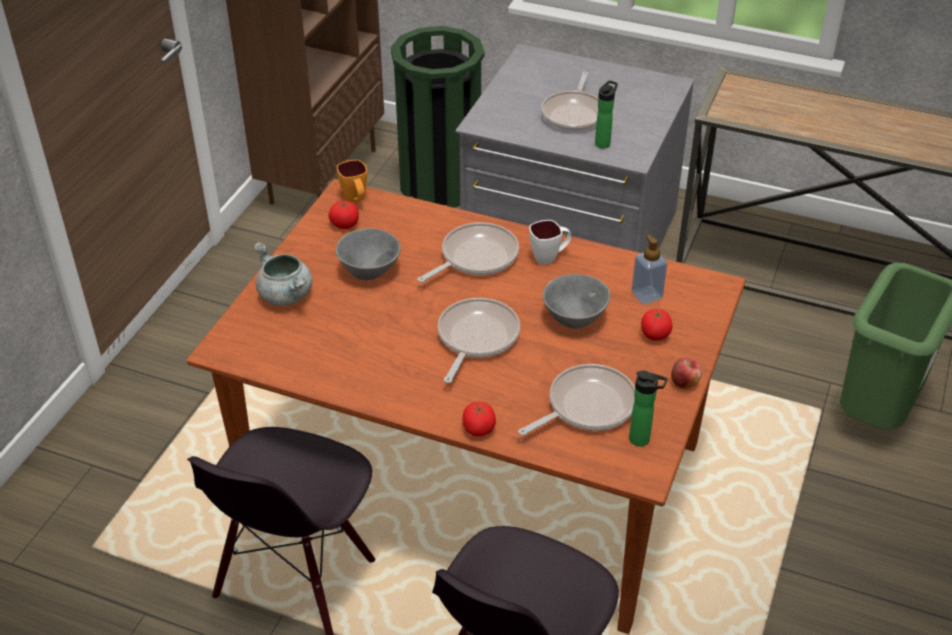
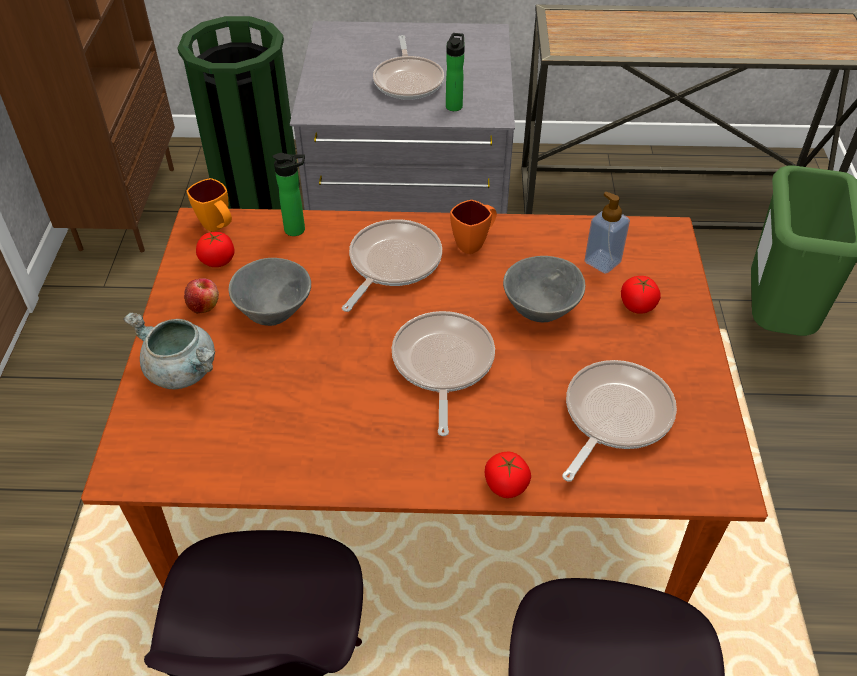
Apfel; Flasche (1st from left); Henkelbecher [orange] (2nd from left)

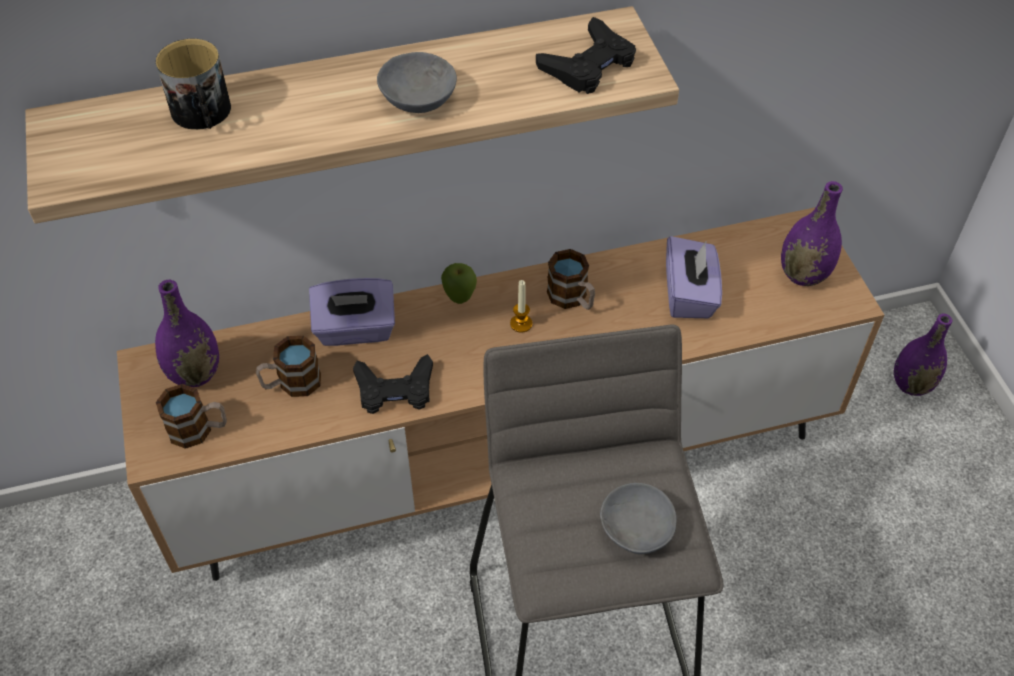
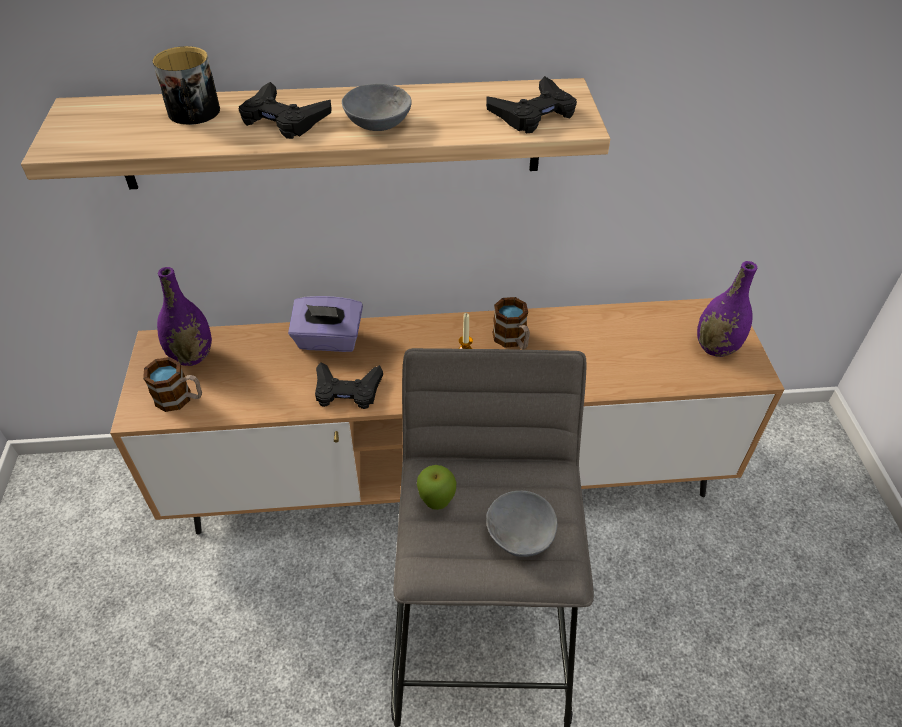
Gamepad [schwarz] (1st from left); Apfel; Henkelbecher (3rd from left in the first image); Taschentuchbox [lila] (2nd from left in the first image); Vase [lila] (3rd from left in the first image)

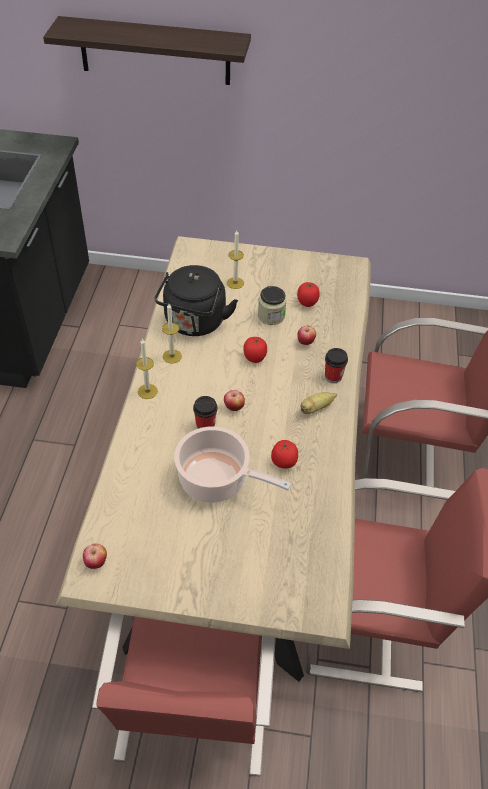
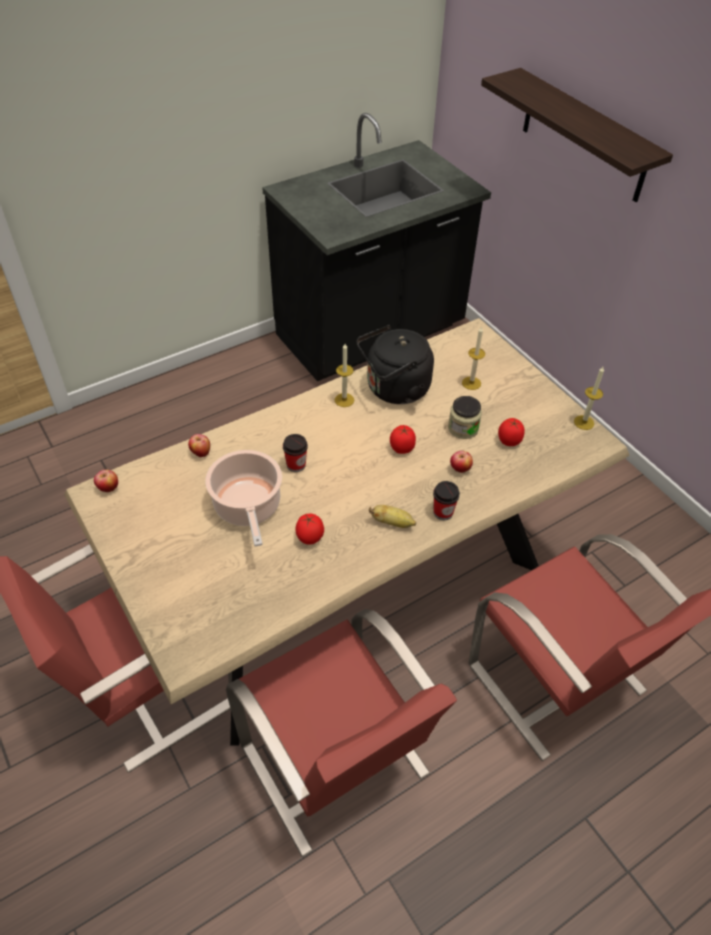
Apfel (2nd from left); Kerze (3rd from left)

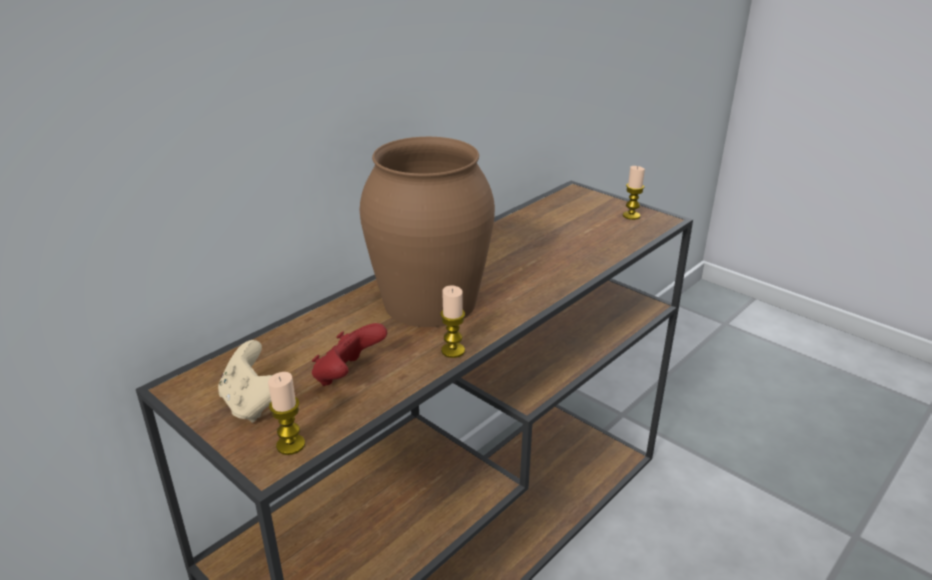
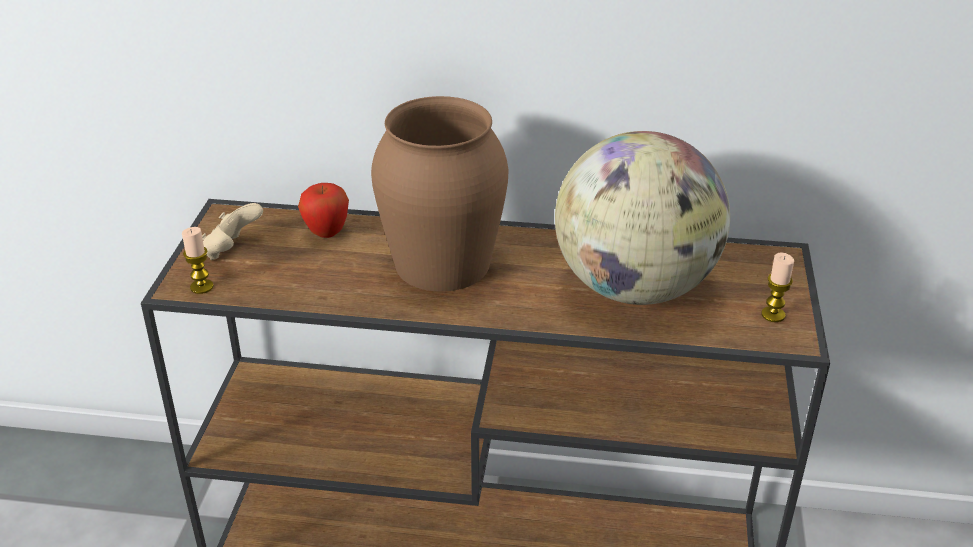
Apfel; Globus; Gamepad [rot]; Kerze (2nd from left in the first image)

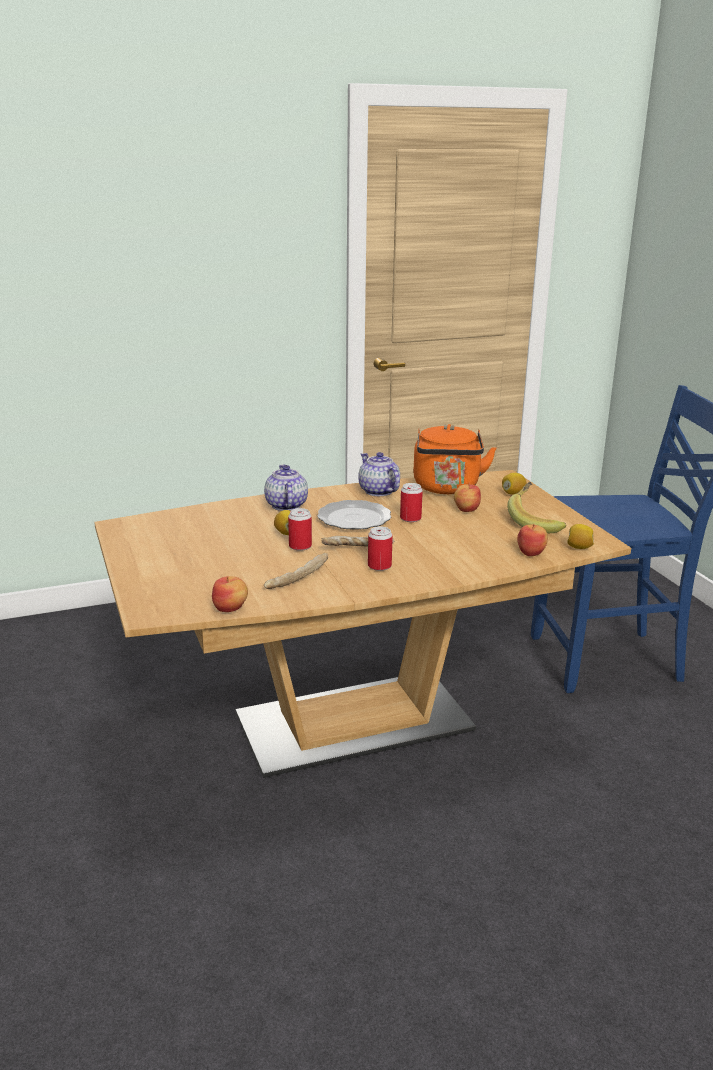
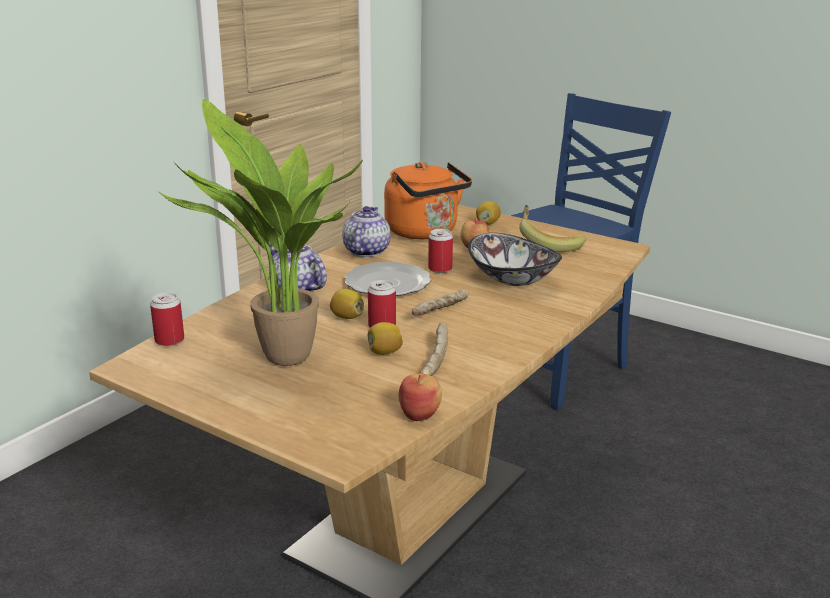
Dose (1st from left); Topfpflanze; Teekanne (2nd from left); Zitrone (2nd from left); Schüssel; Apfel (3rd from left in the first image)

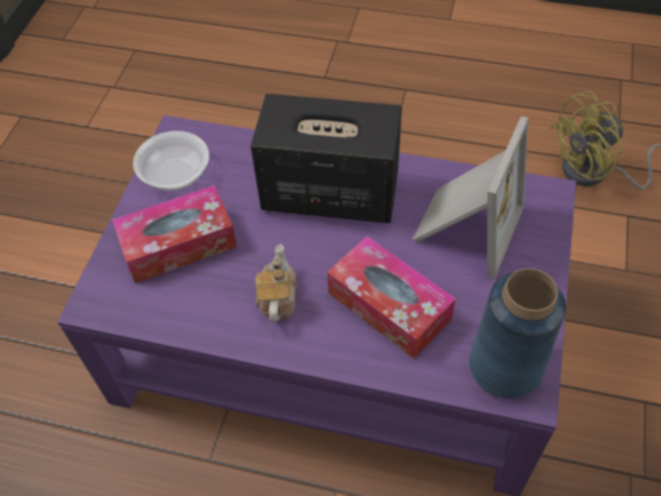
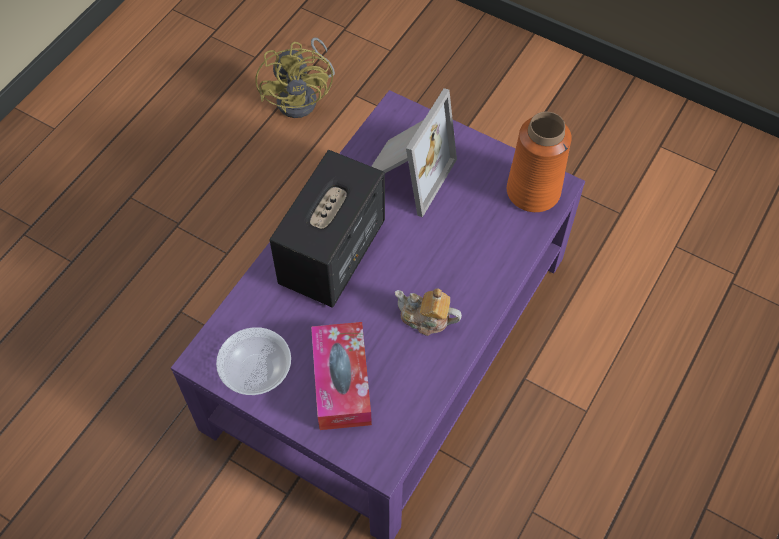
Bilderrahmen; Vase [orange]; Taschentuchbox (2nd from left in the first image)

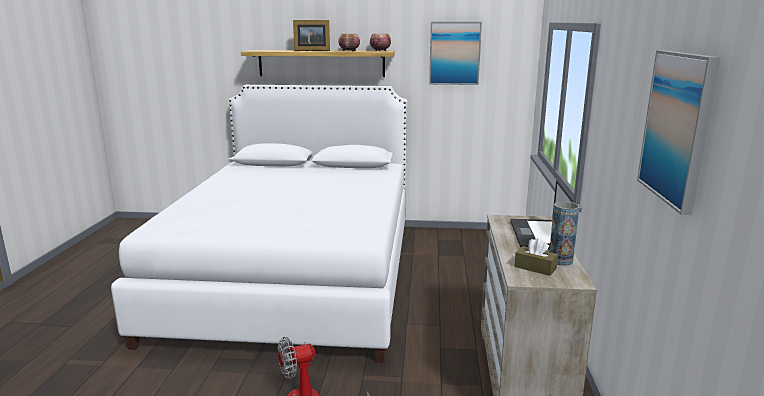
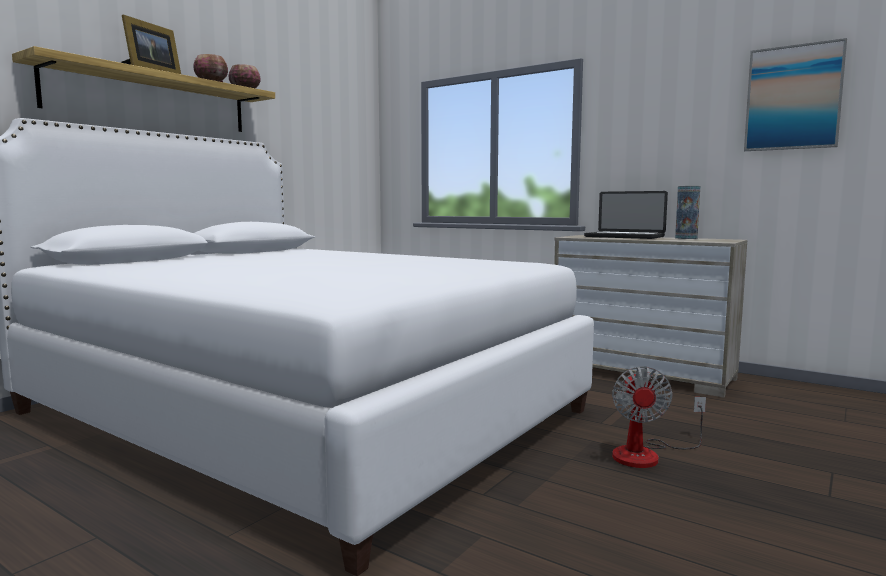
Bild (1st from left in the first image); Taschentuchbox [braun]

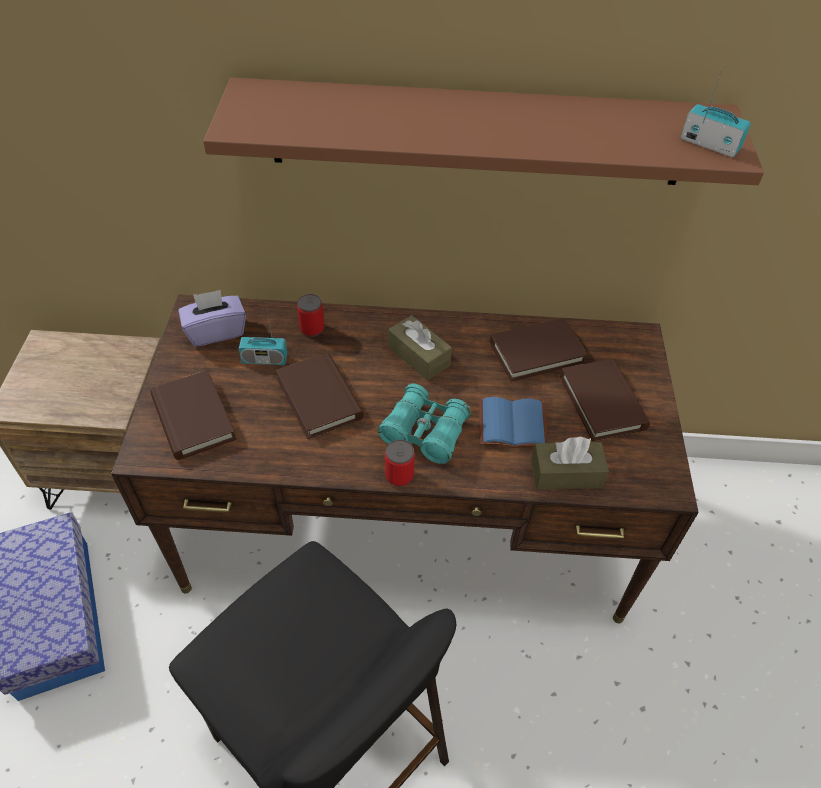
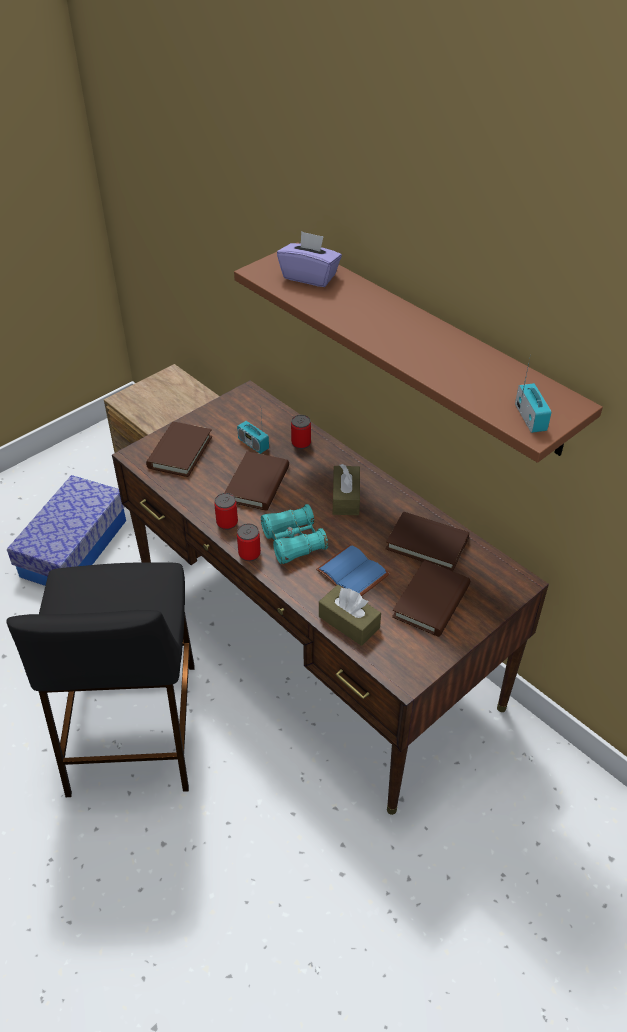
Dose (1st from left); Taschentuchbox [lila]

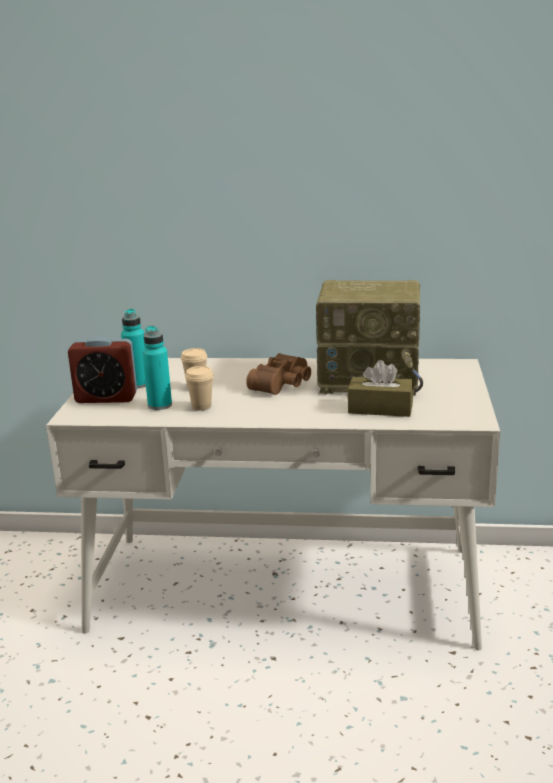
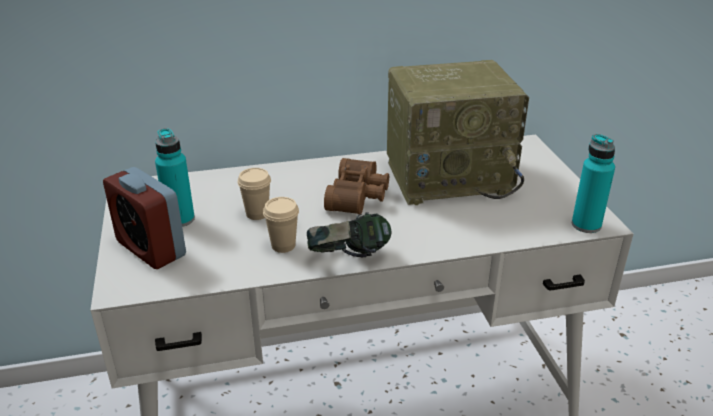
Wecker; Kopfhörer; Flasche [türkis] (2nd from left); Taschentuchbox [braun]

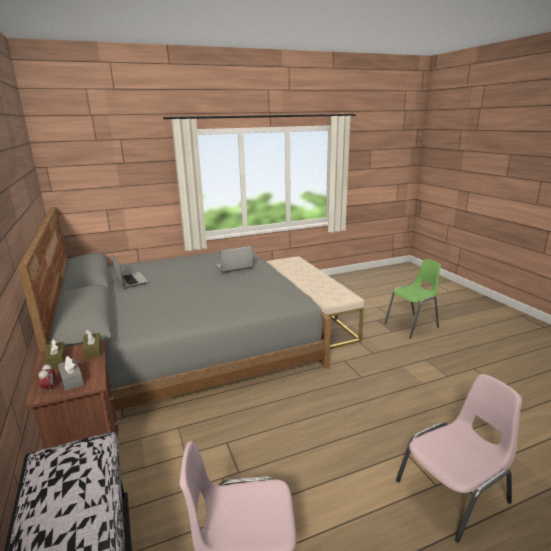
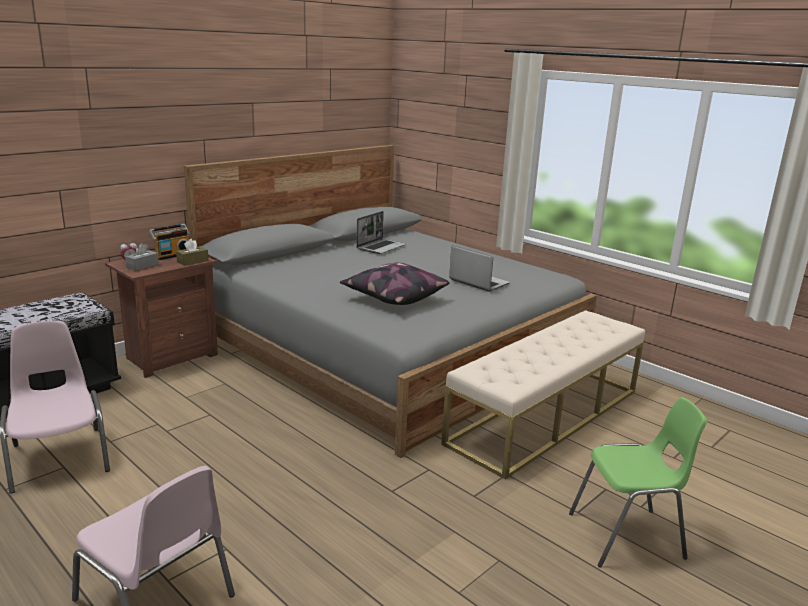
Radio; Kissen; Stuhl [grün]

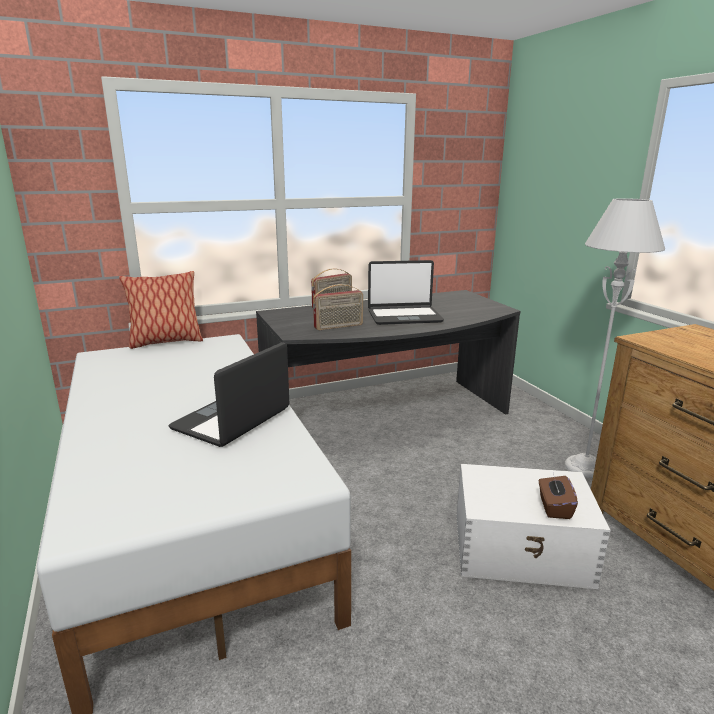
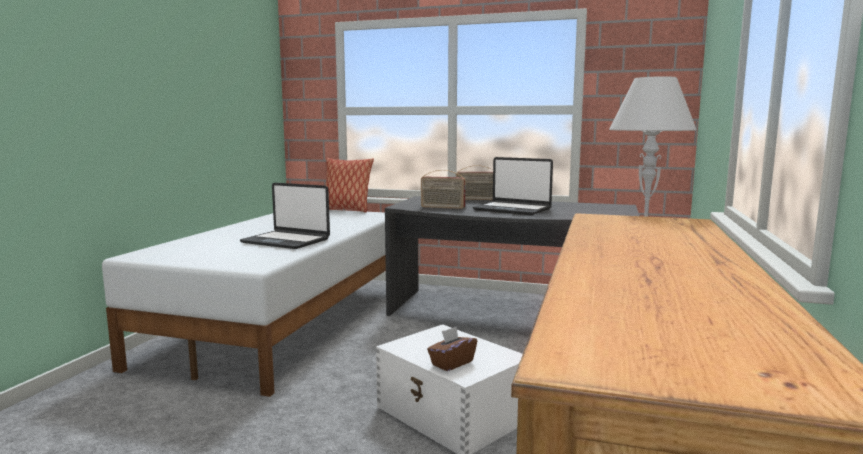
Laptop (1st from left)

